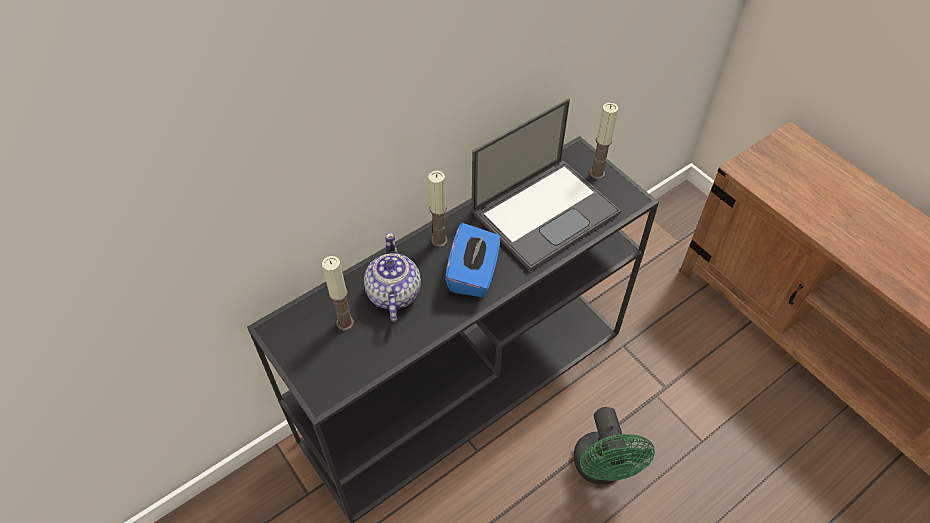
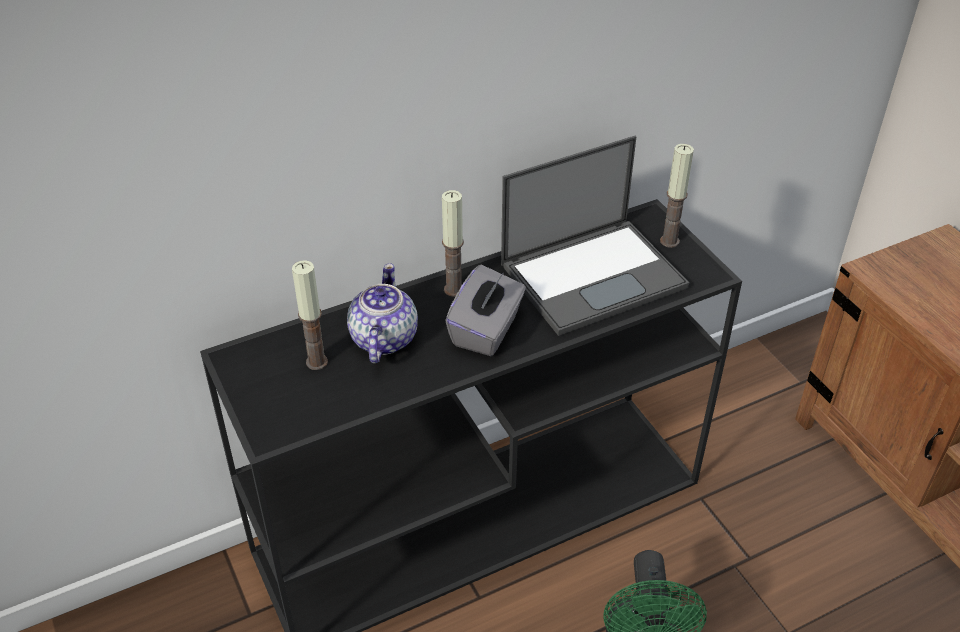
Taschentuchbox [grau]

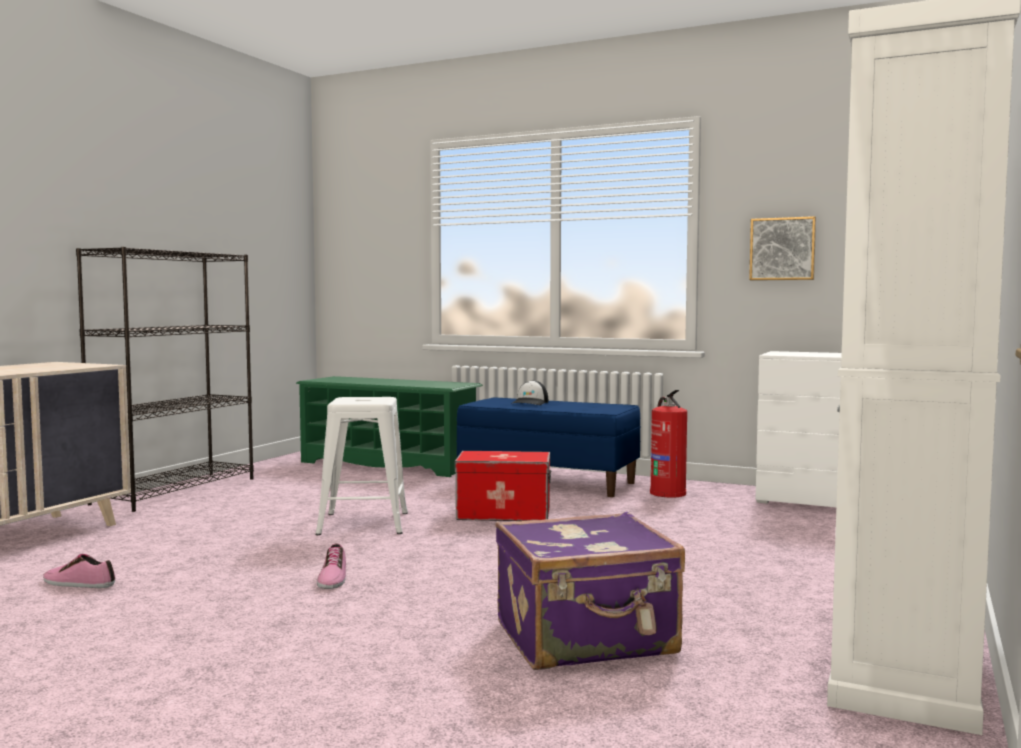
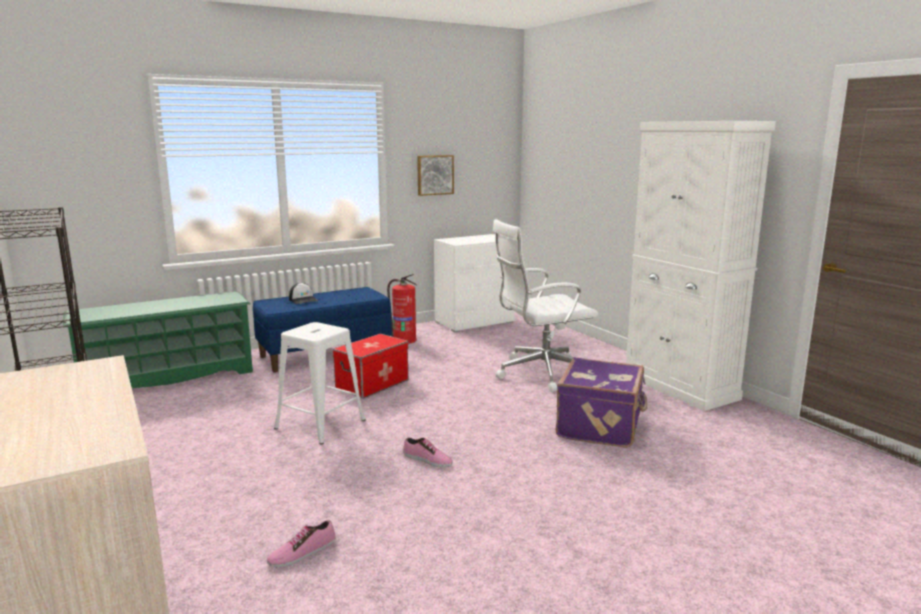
Bürostuhl [weiß]

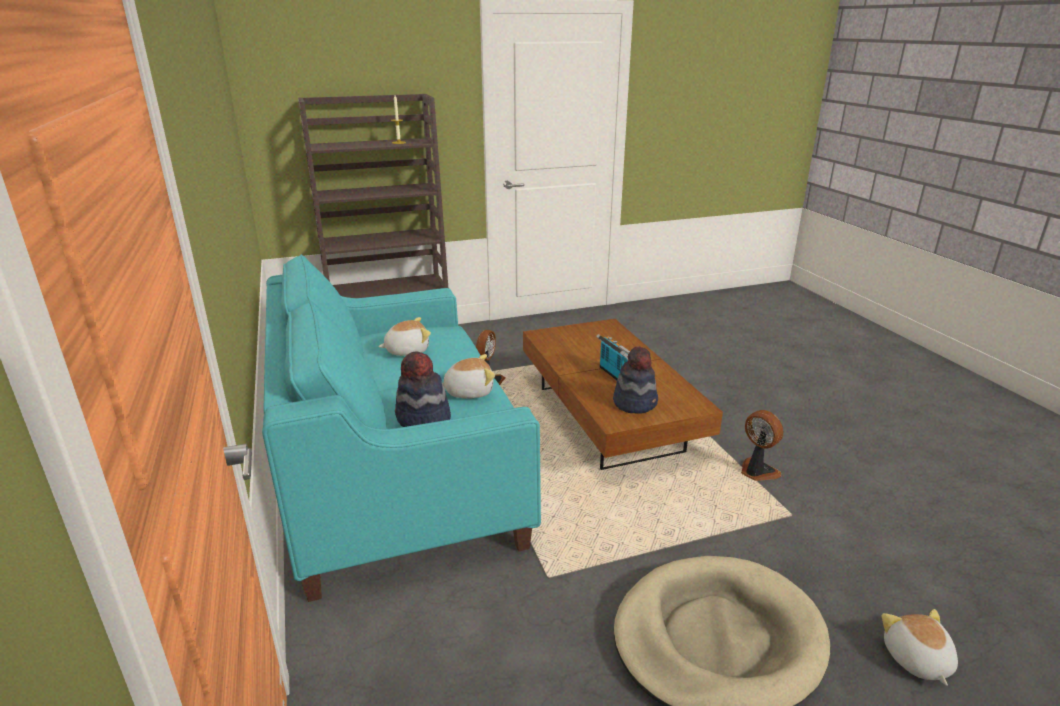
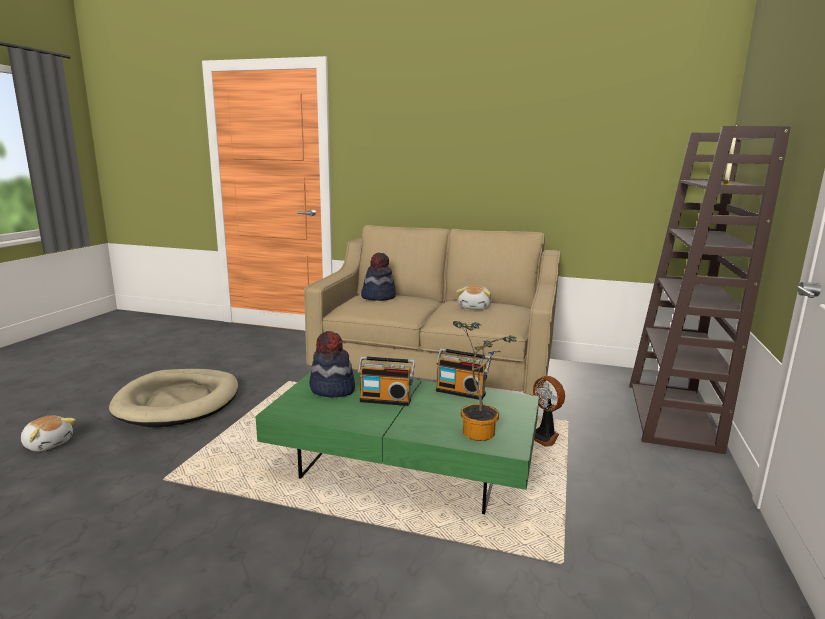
Couchtisch [grün]; Sofa [beige]; Radio (2nd from left); Topfpflanze; Plüschtier (2nd from left in the first image); Ventilator (2nd from left in the first image)

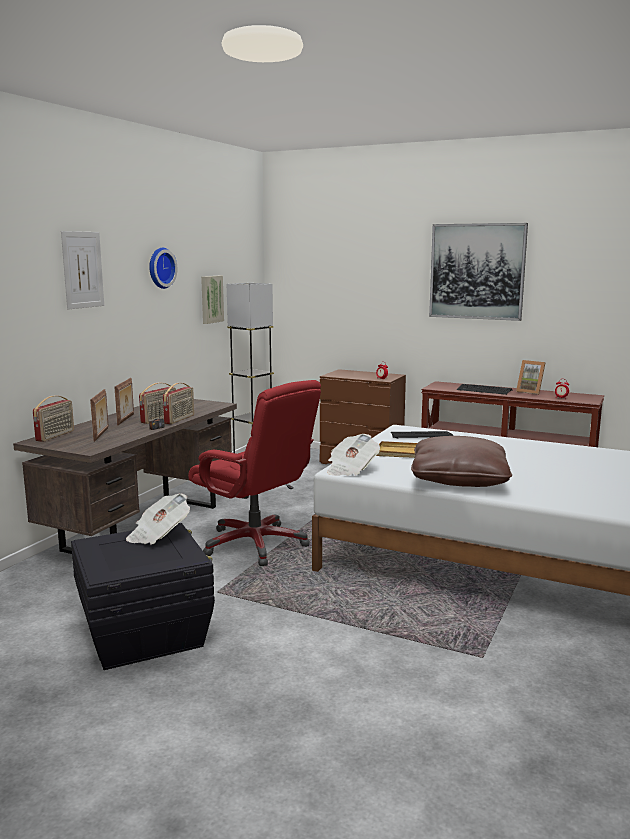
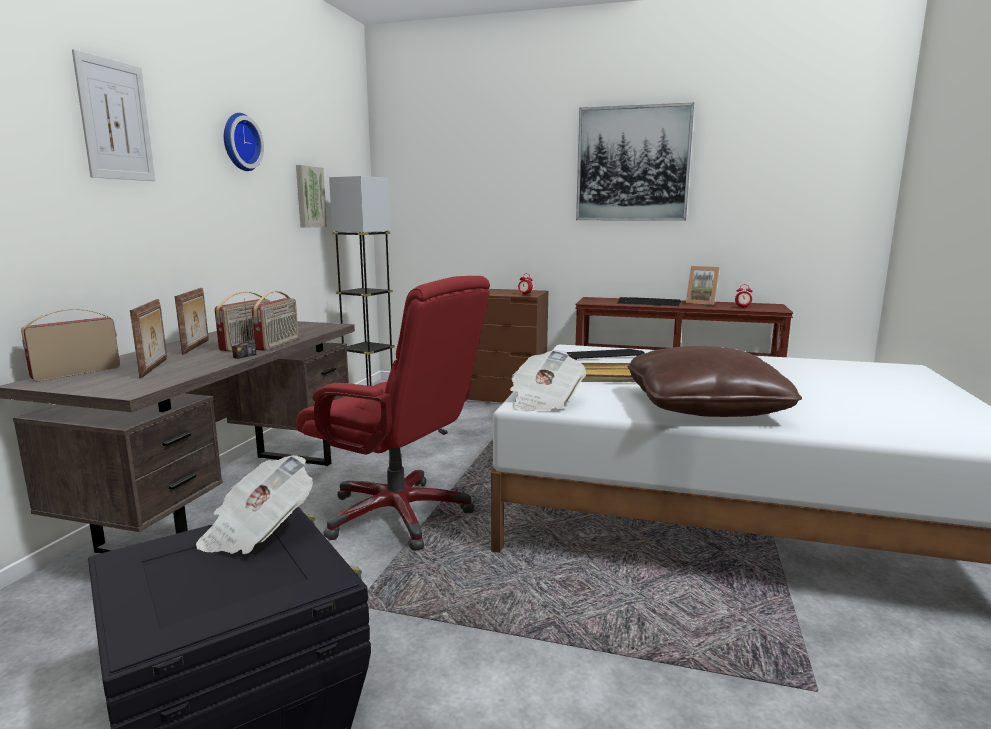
Radio (1st from left)

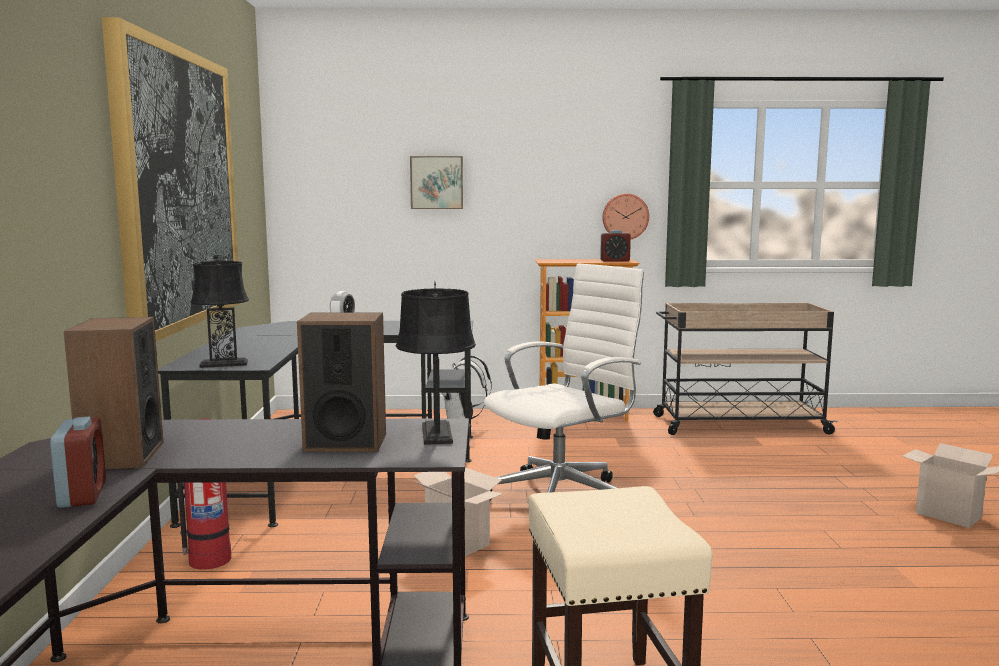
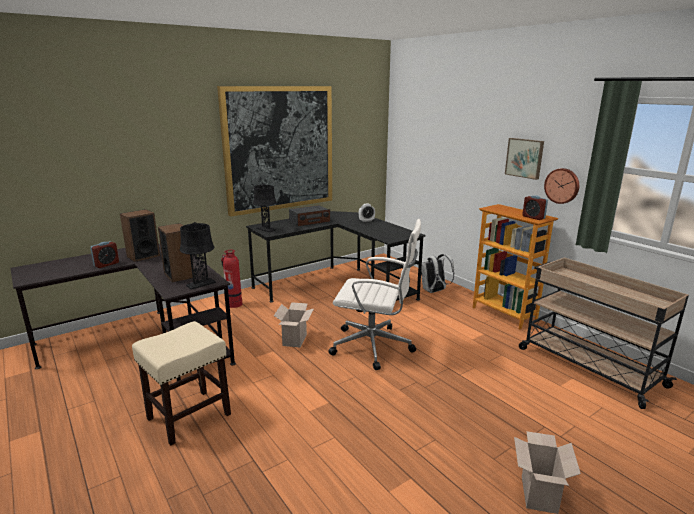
Radio; Bild (2nd from left)

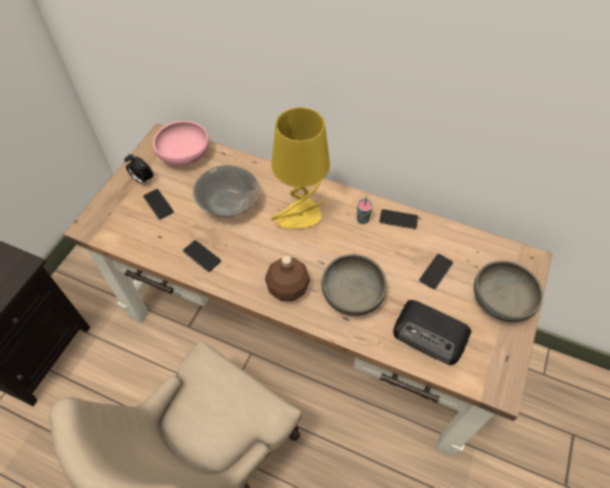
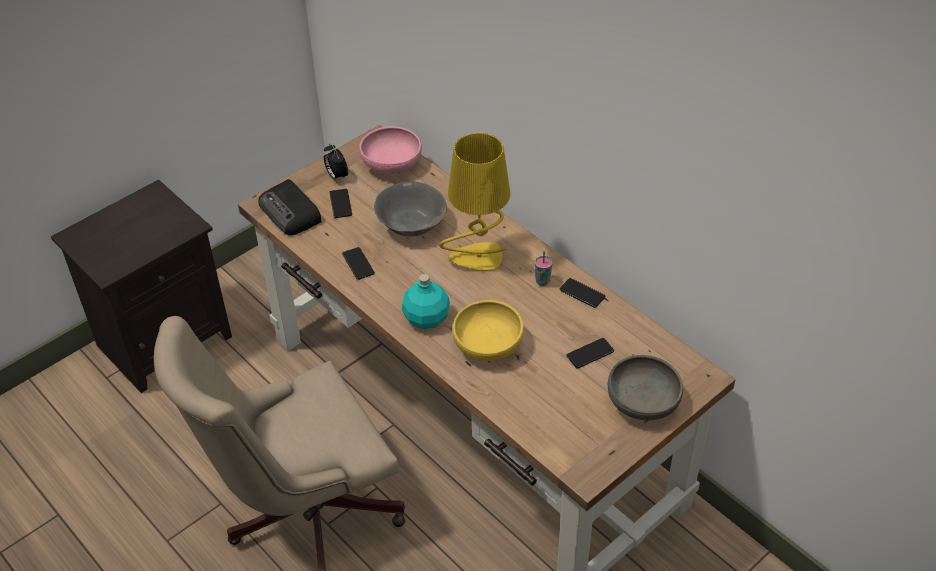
Radio; Flasche [türkis]; Schüssel [gelb]

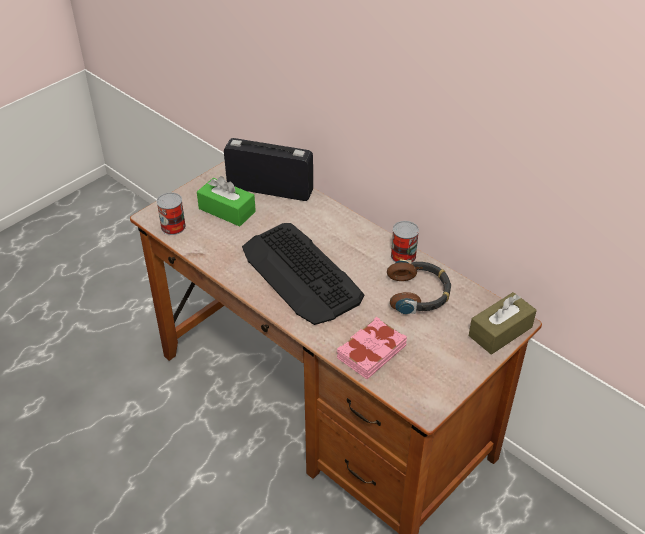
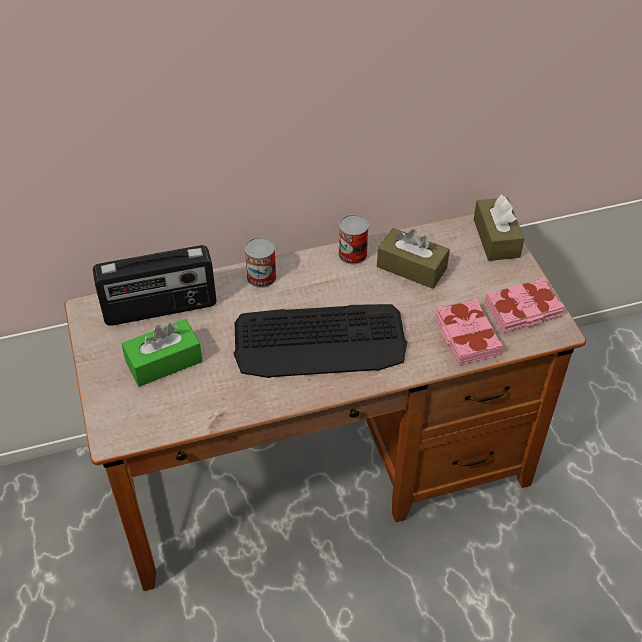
Radio; Dose (1st from left); Taschentuchbox [braun] (1st from left); Buch [rosa] (2nd from left)

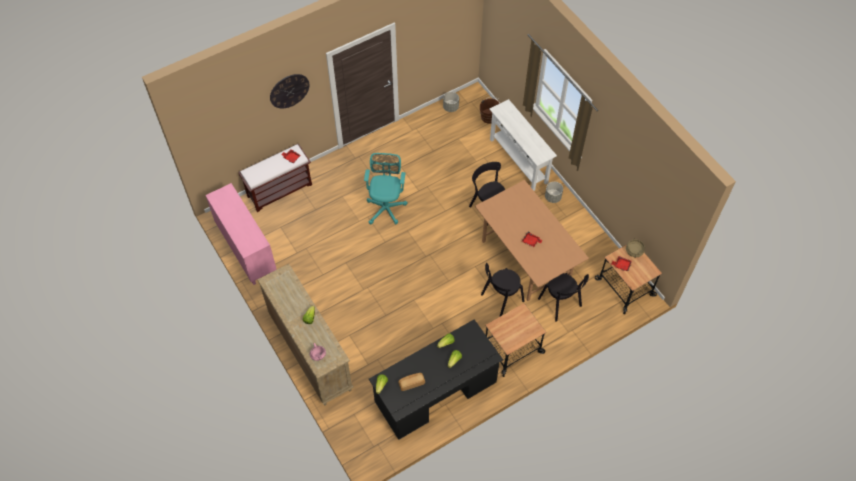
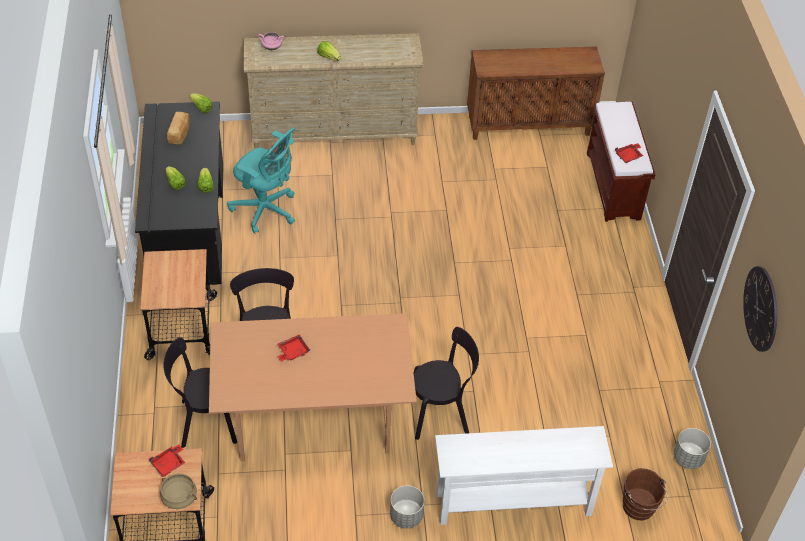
Bürostuhl [türkis]; Schrank [braun]; Wanduhr

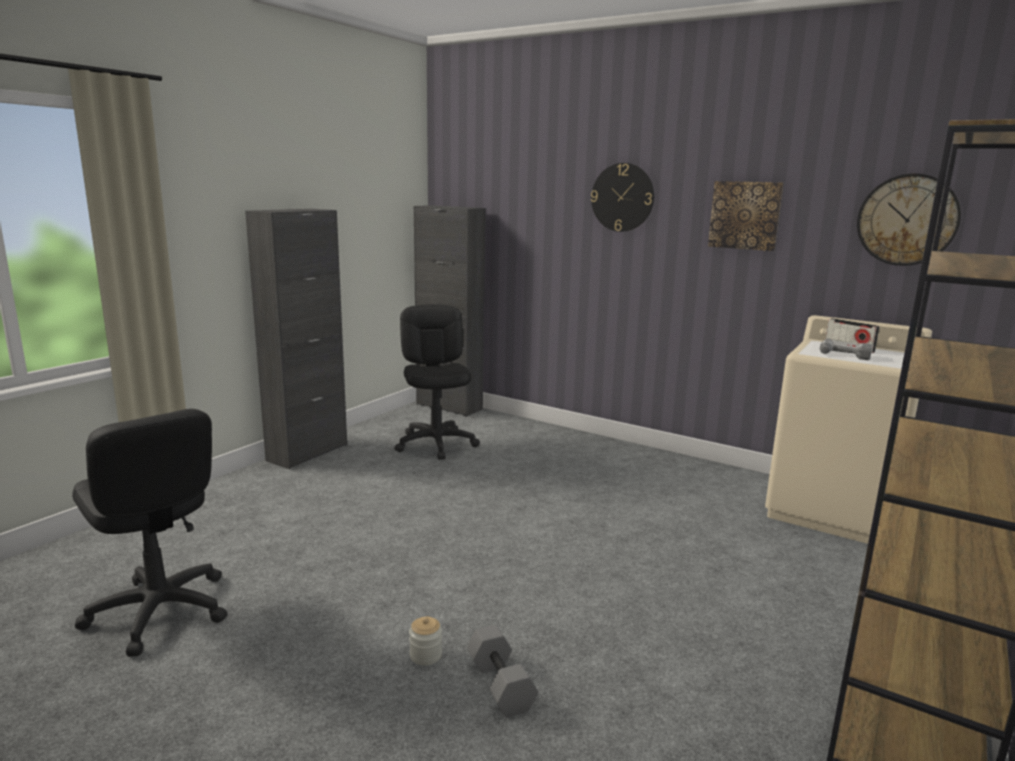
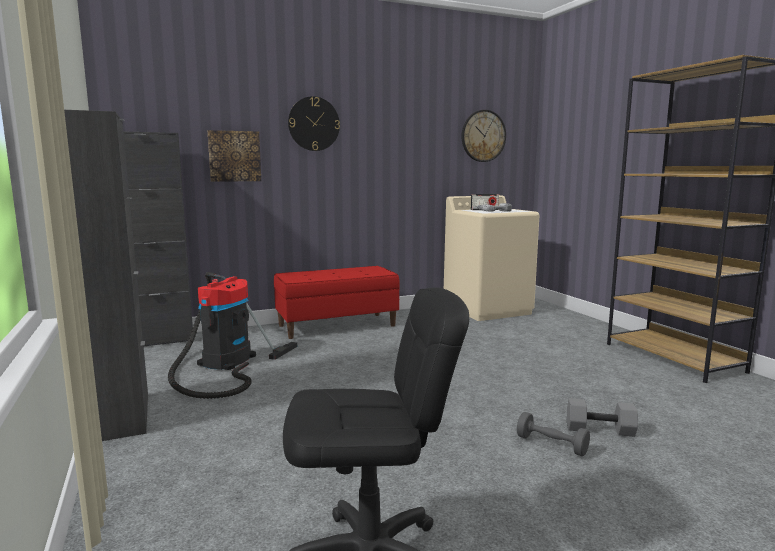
Staubsauger; Bild; Bank [rot]; Hantel [grau] (1st from left)

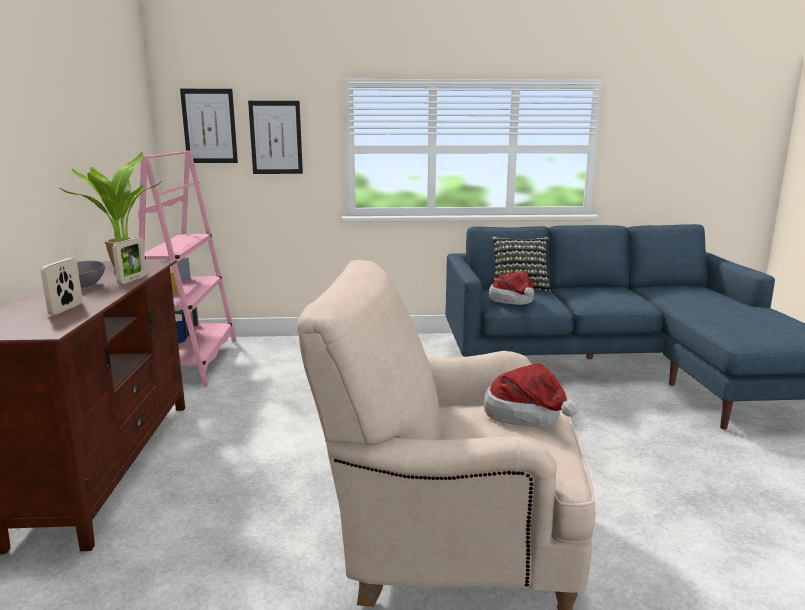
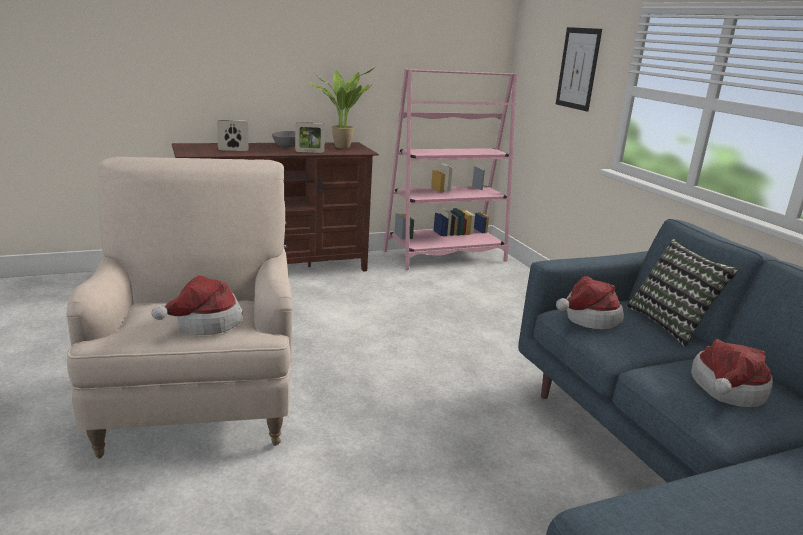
Hut (3rd from left); Bild (1st from left in the first image)

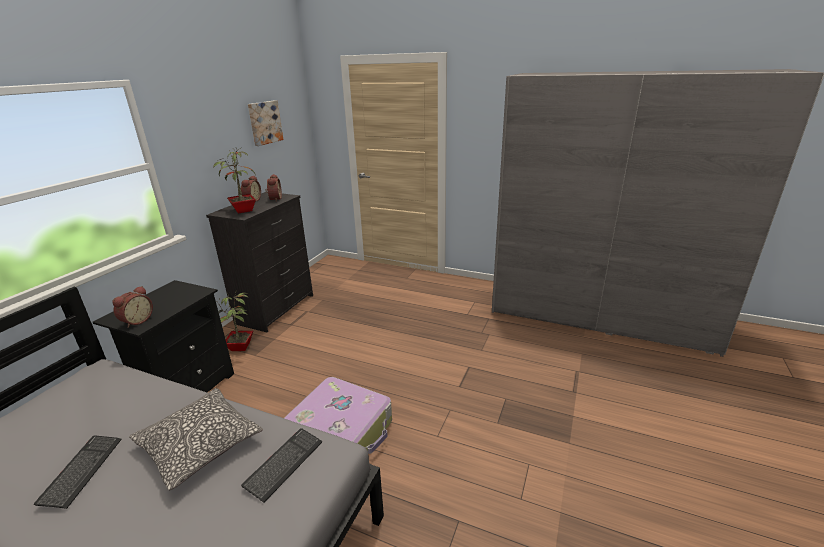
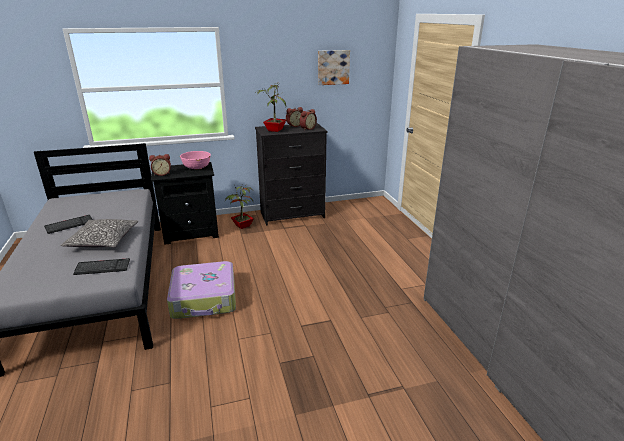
Schüssel [rosa]

